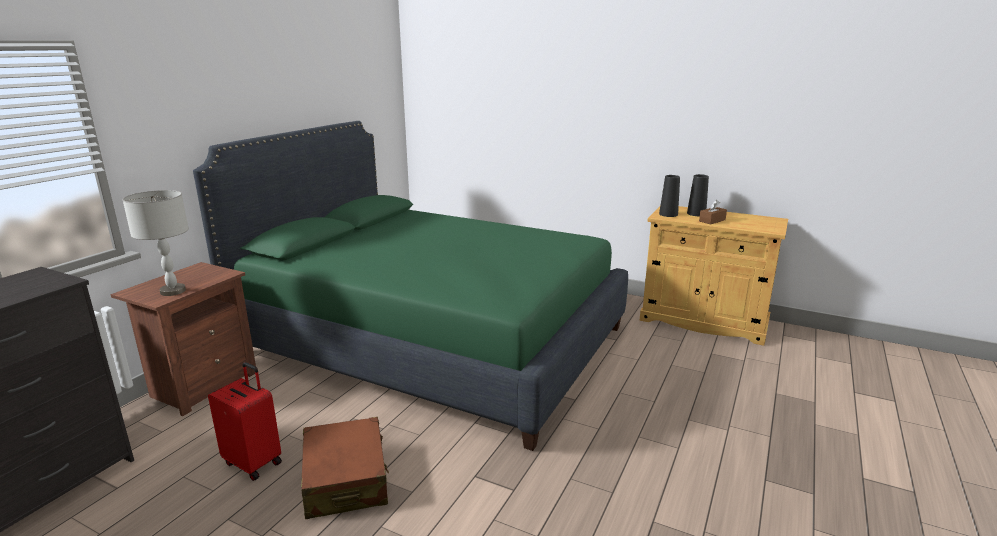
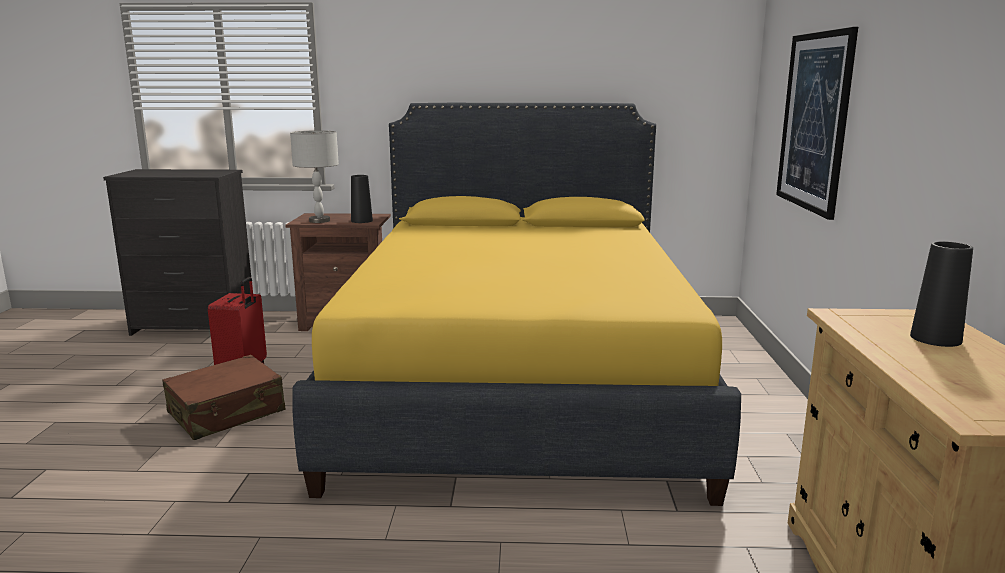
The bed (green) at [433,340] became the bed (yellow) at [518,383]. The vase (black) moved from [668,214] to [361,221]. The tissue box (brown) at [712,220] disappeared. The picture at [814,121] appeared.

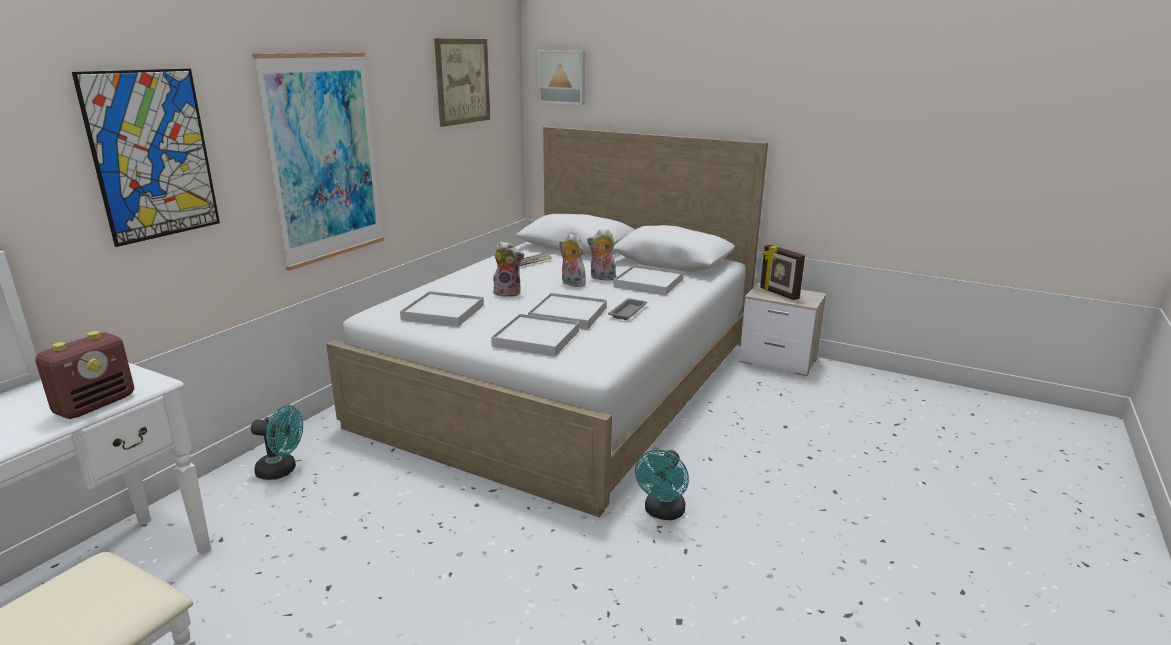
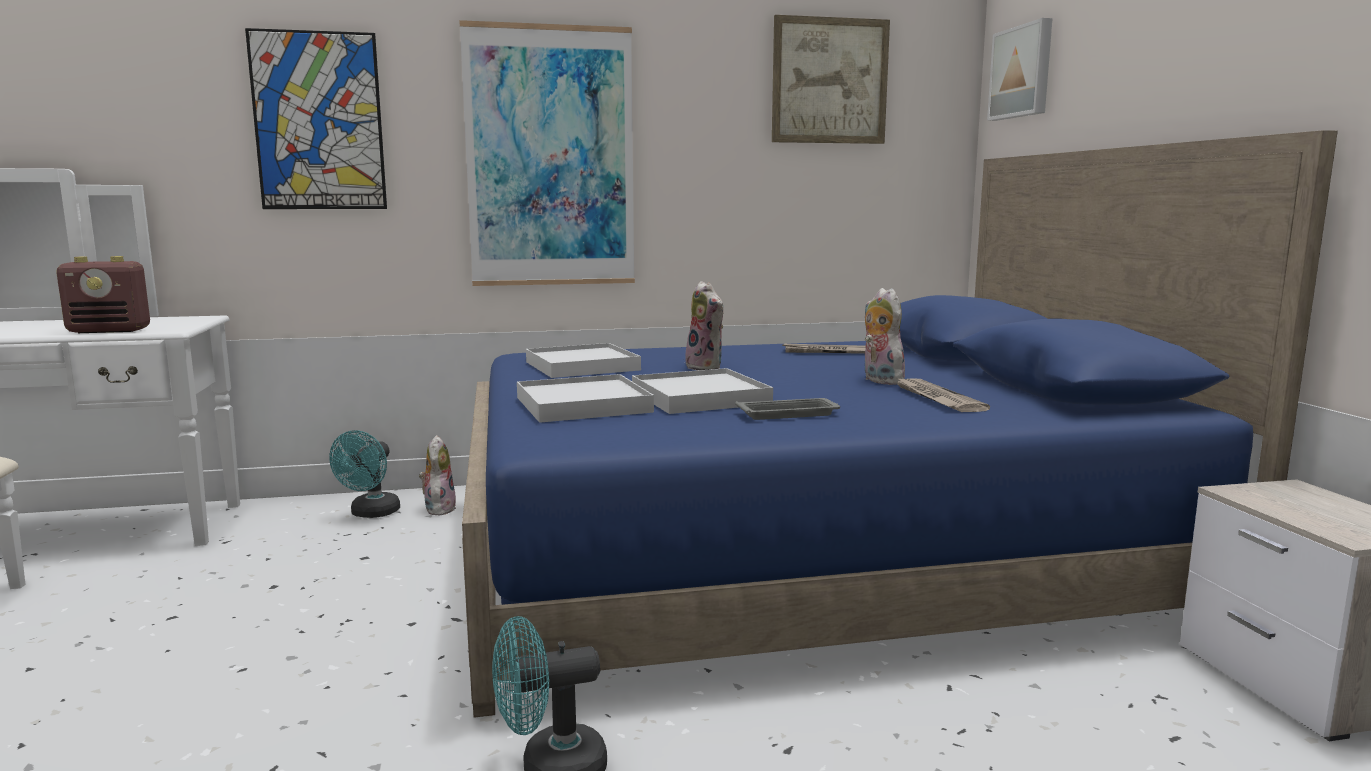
The bed (white) at [569,381] became the bed (blue) at [804,554]. The plush toy moved from [571,284] to [438,508]. The picture frame at [778,294] disappeared. The tray (white) at [648,283] was replaced by the newspaper at [936,398]. The fan (turquoise) at [282,470] turned 45 degrees clockwise.

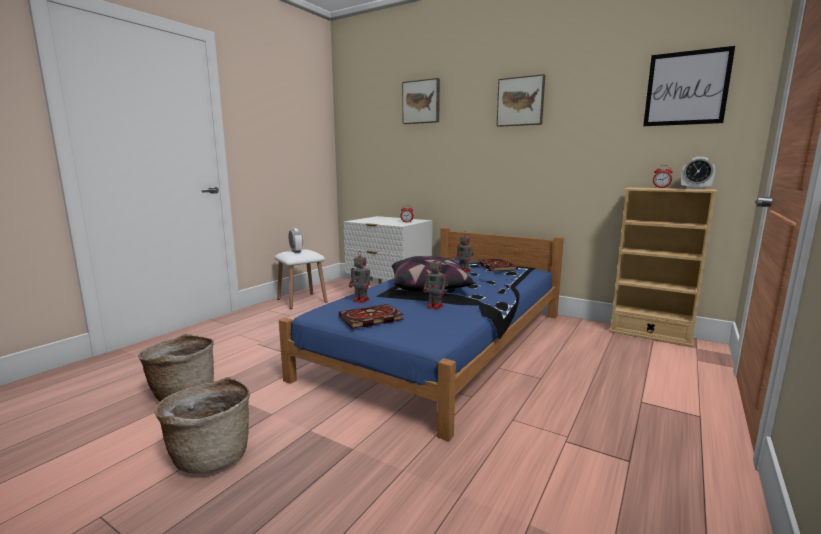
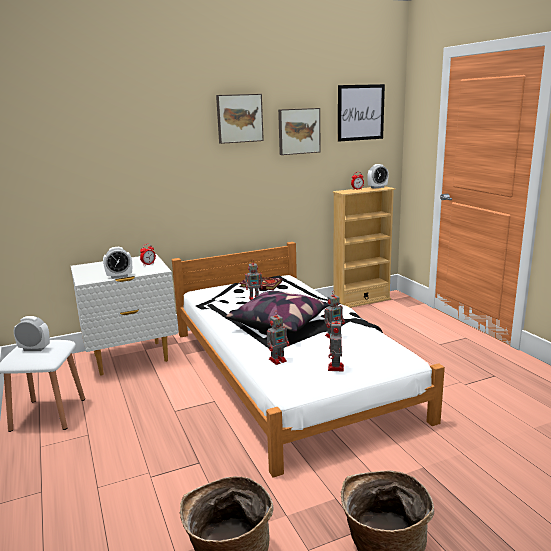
The picture moved from [421,102] to [298,131]. The bed (blue) at [444,343] became the bed (white) at [286,371]. The book at [370,319] was replaced by the toy robot at [335,368]. The alarm clock at [119,276] appeared.

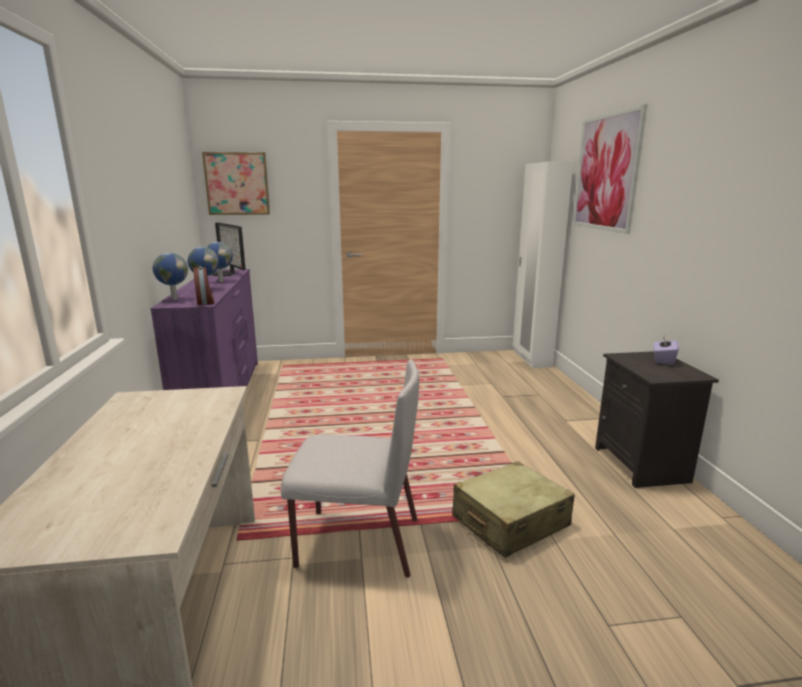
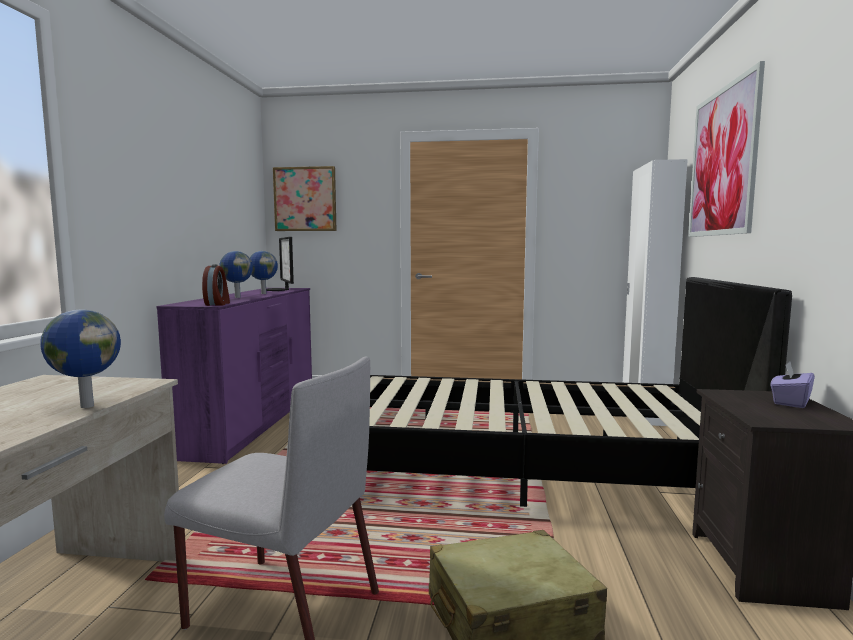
The globe moved from [174,299] to [86,406]. The bed (black) at [518,467] appeared.

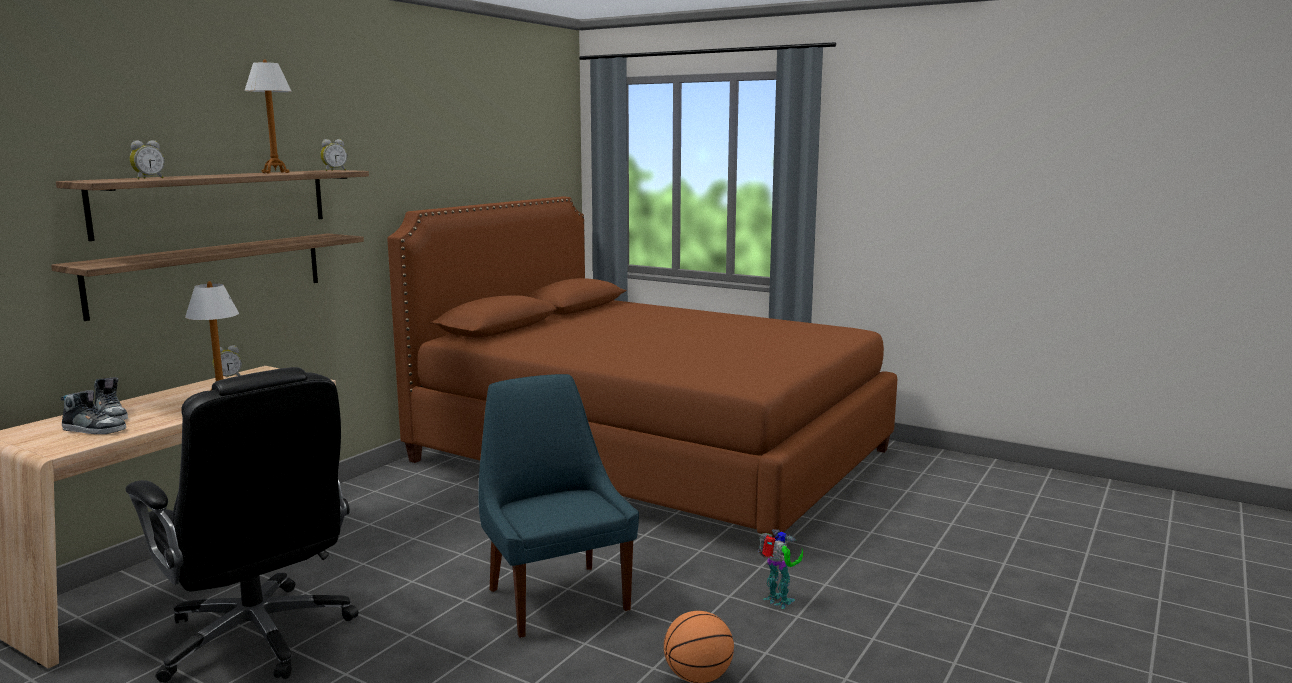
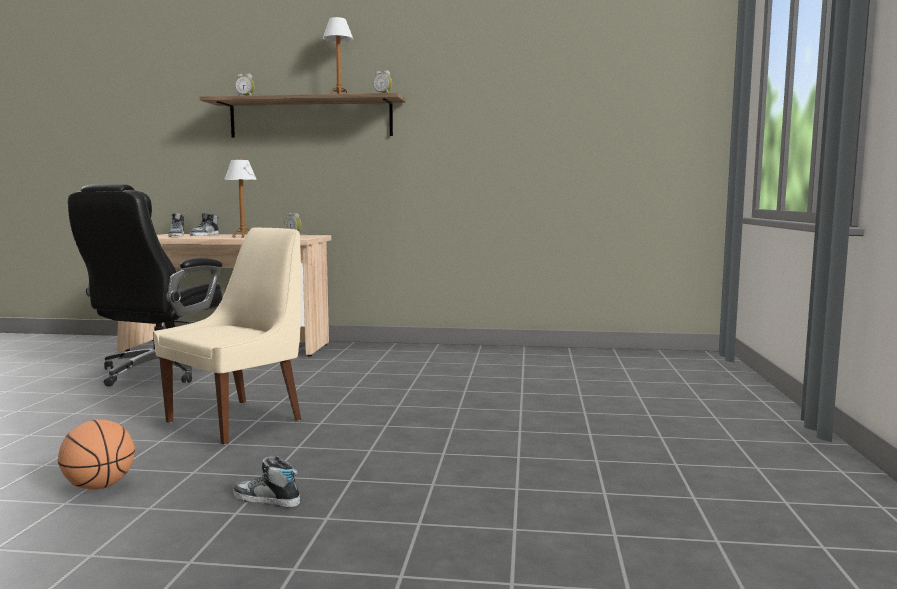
The bed (brown) at [651,456] disappeared. The shelf at [210,273] disappeared. The chair (blue) at [556,597] became the chair (beige) at [239,420]. The toy robot at [778,602] was replaced by the shoe at [266,499].

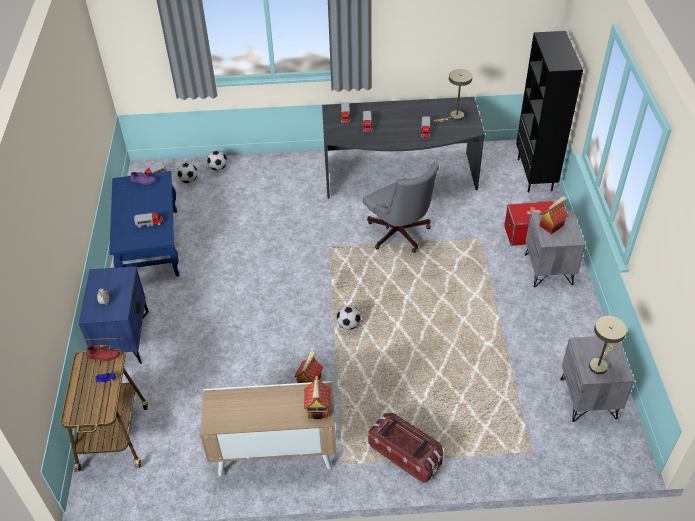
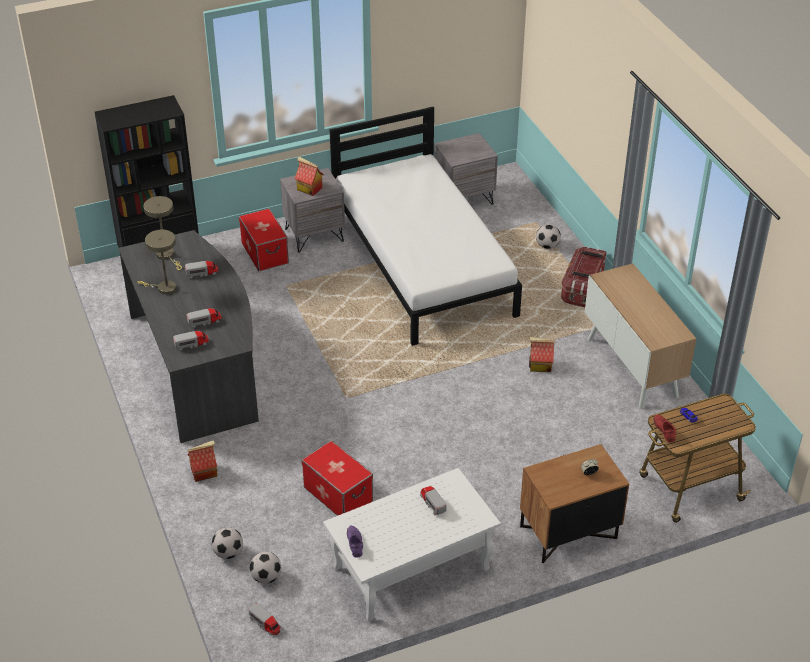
The office chair (grey) at [400,235] disappeared. The coffee table (blue) at [151,245] became the coffee table (white) at [410,569]. The nightstand (blue) at [123,338] became the nightstand (brown) at [568,533]. The football moved from [349,325] to [547,246]. The table lamp (beige) moved from [599,364] to [163,288]. The toy house moved from [318,409] to [204,471]. The bed (white) at [422,264] appeared. The storage box at [338,494] appeared.

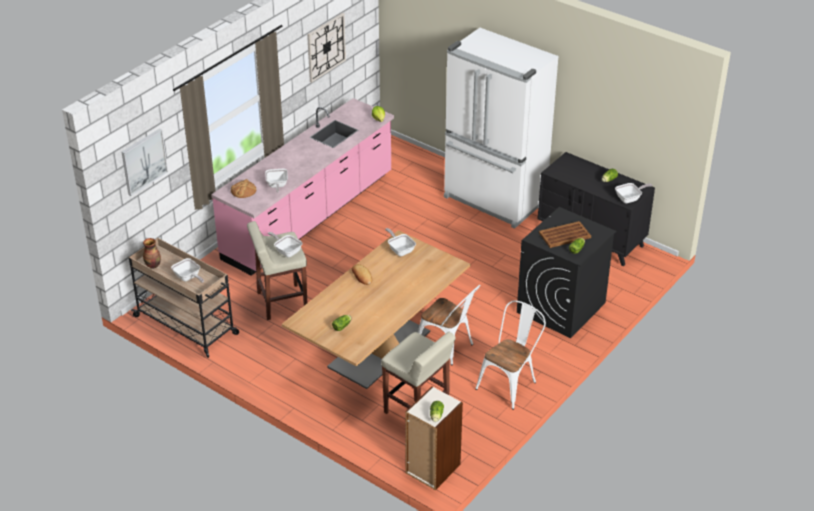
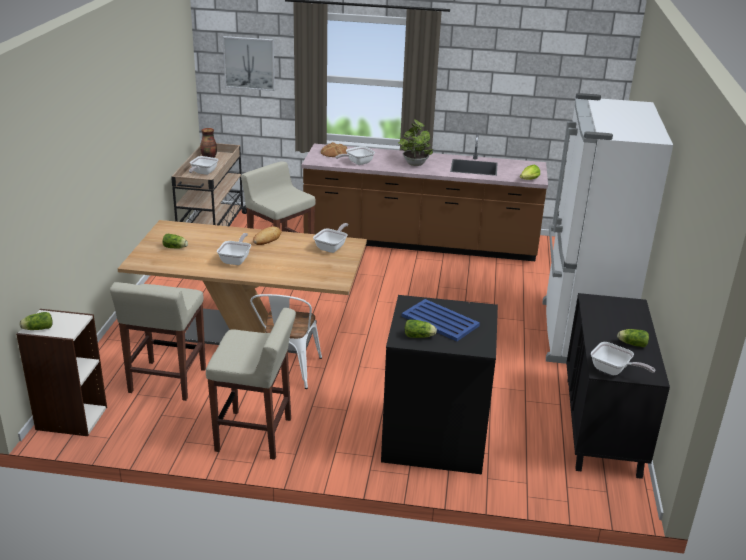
The wall clock at [326,47] disappeared. The counter (pink) at [310,217] became the counter (brown) at [420,243]. The tray (brown) at [565,235] became the tray (blue) at [440,321]. The frying pan moved from [286,251] to [236,259]. The chair (white) at [510,383] was replaced by the stool (beige) at [255,435]. The potted plant at [415,163] appeared.

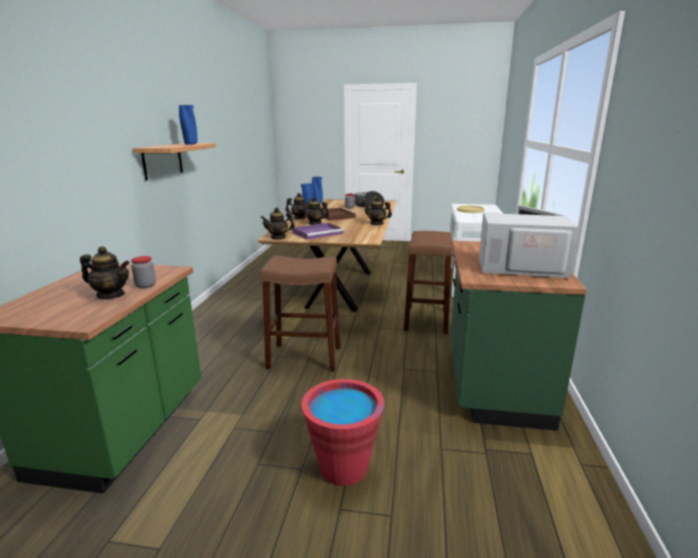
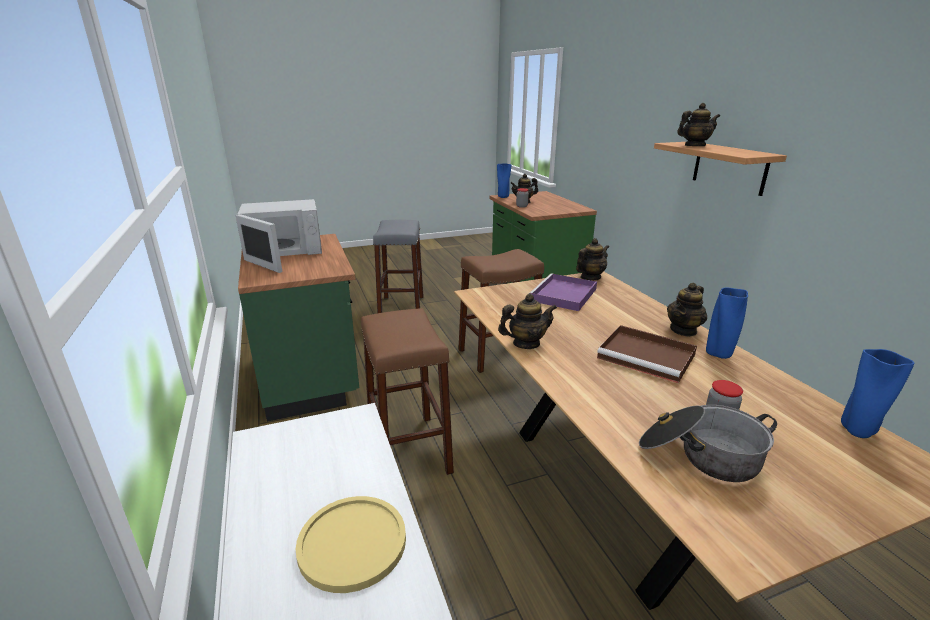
The vase (blue) moved from [190,144] to [503,197]. The teapot moved from [315,223] to [694,146]. The bucket (red) at [344,467] was replaced by the stool (grey) at [401,308].

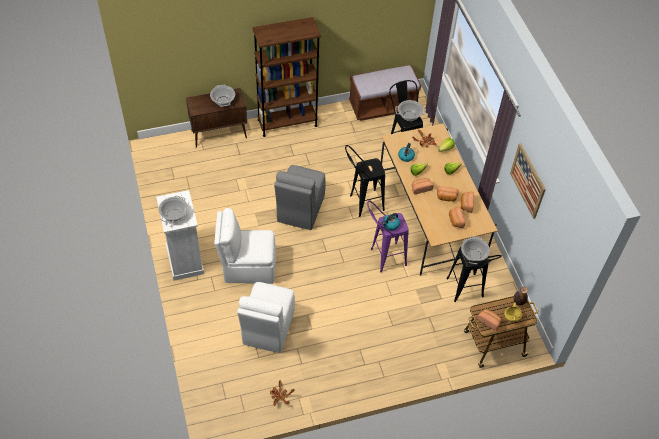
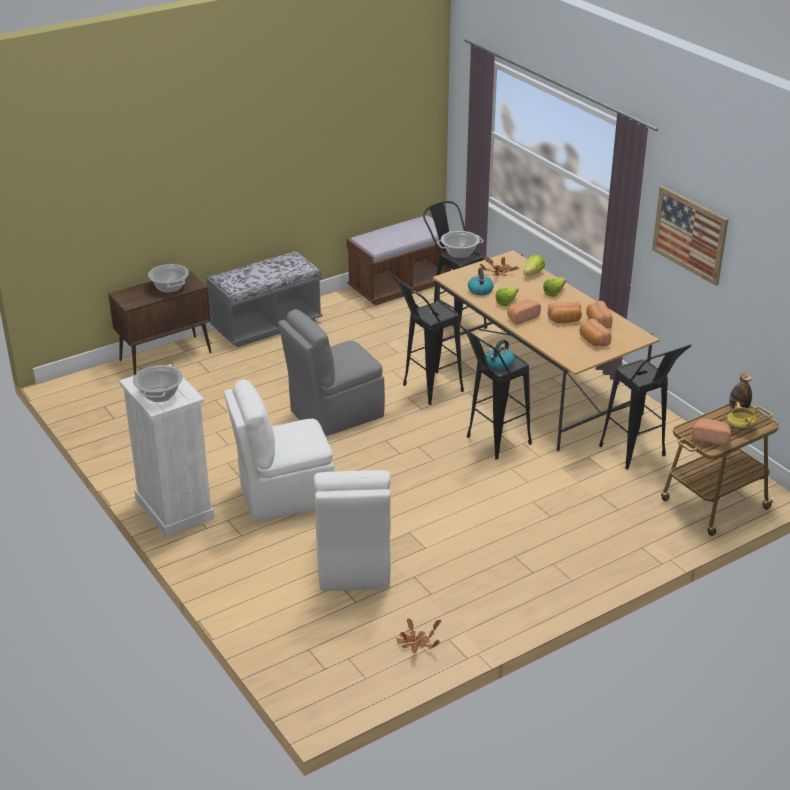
The bookcase (brown) at [287,122] was replaced by the bench (grey) at [267,326]. The chair (grey) at [300,209] turned 60 degrees clockwise. The stool (purple) at [382,258] became the stool (black) at [491,444]. The cooking pot at [473,255] disappeared.

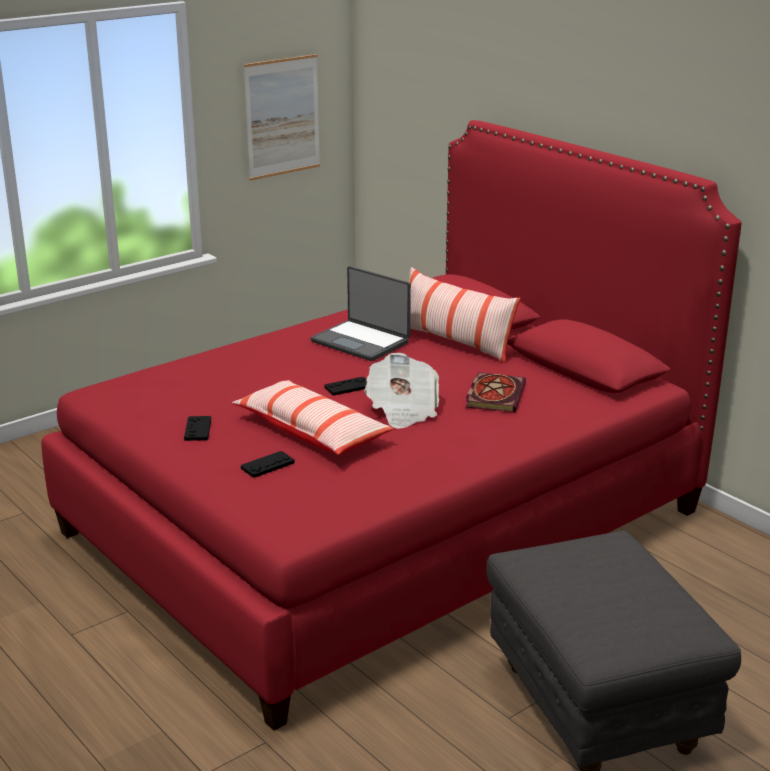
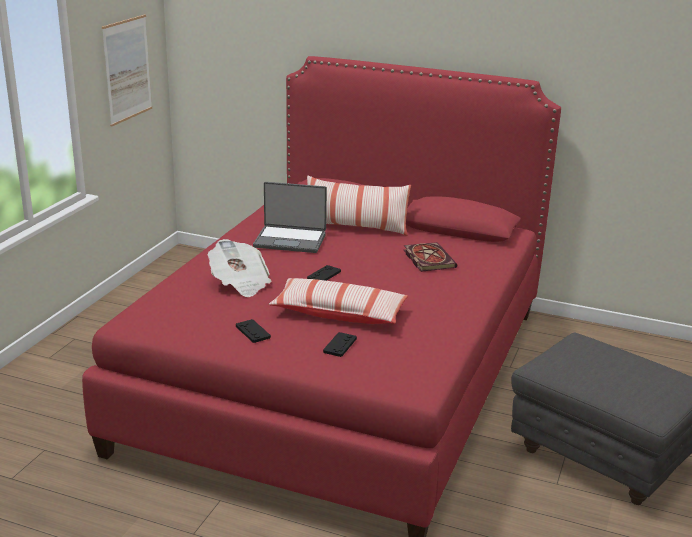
The newspaper moved from [402,410] to [240,283].

